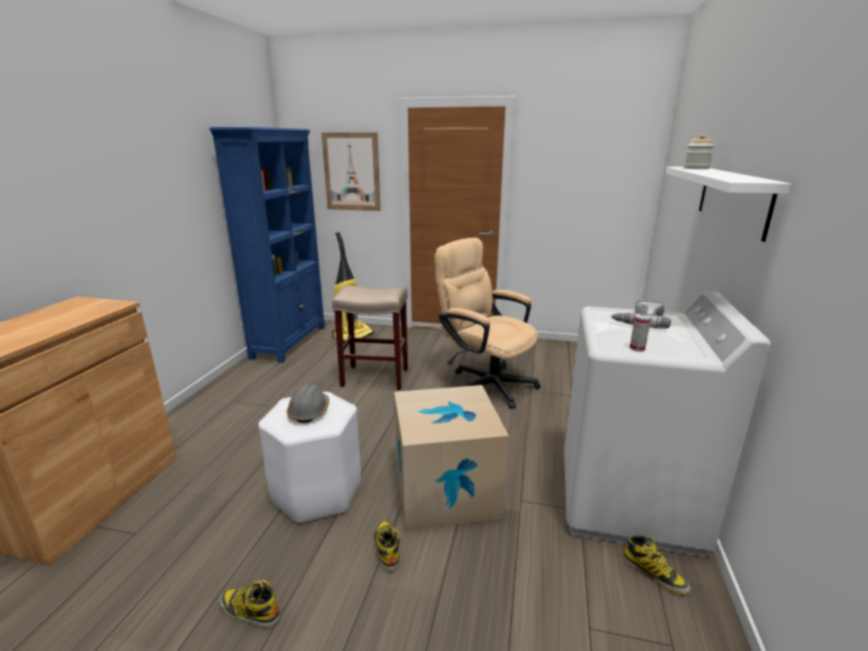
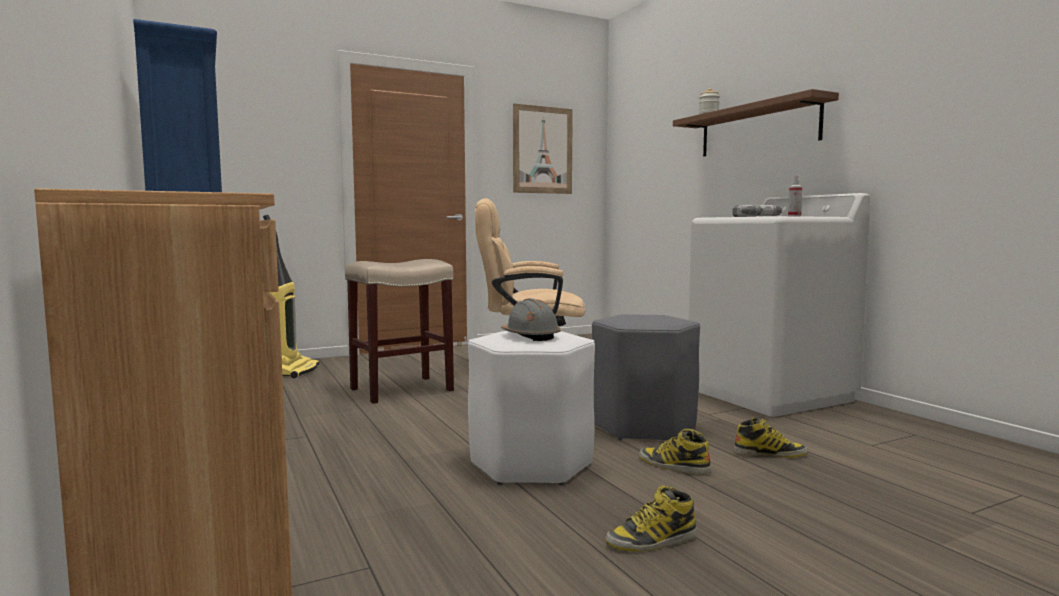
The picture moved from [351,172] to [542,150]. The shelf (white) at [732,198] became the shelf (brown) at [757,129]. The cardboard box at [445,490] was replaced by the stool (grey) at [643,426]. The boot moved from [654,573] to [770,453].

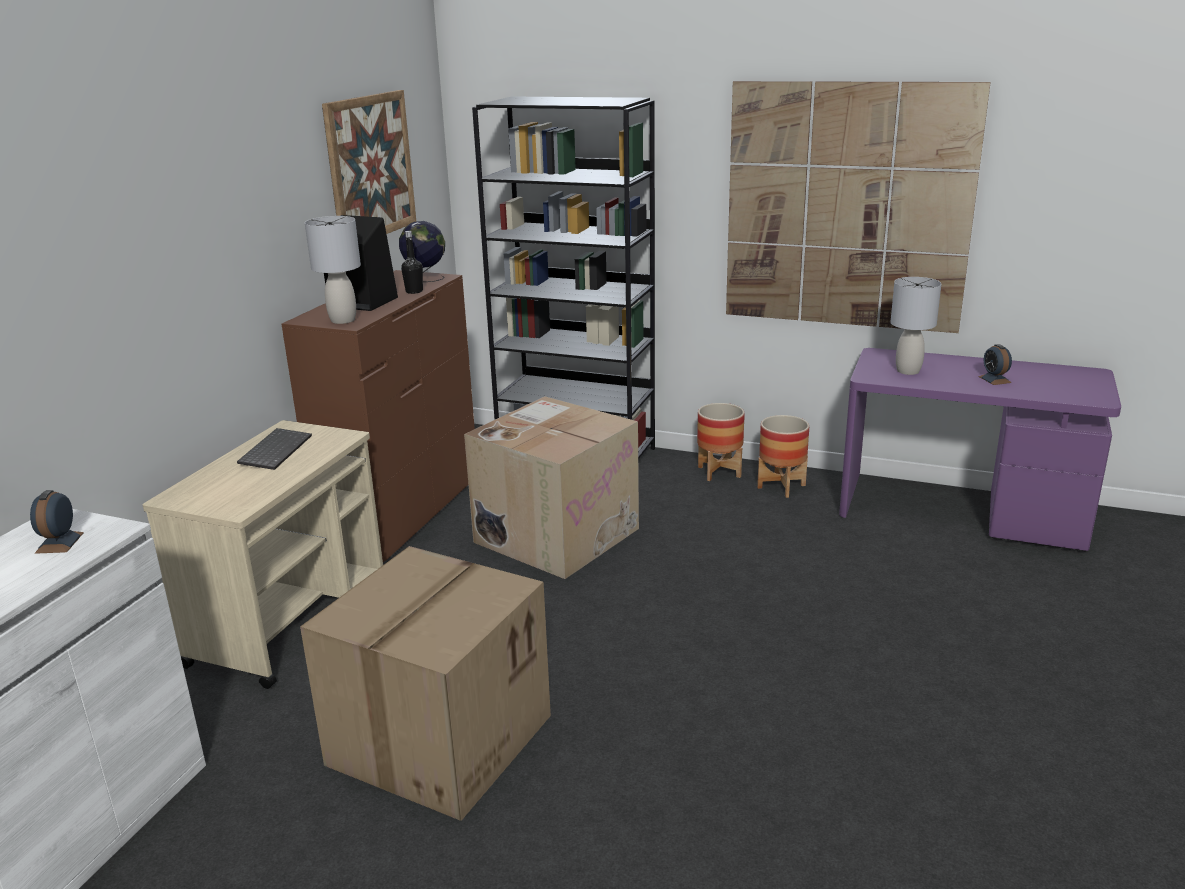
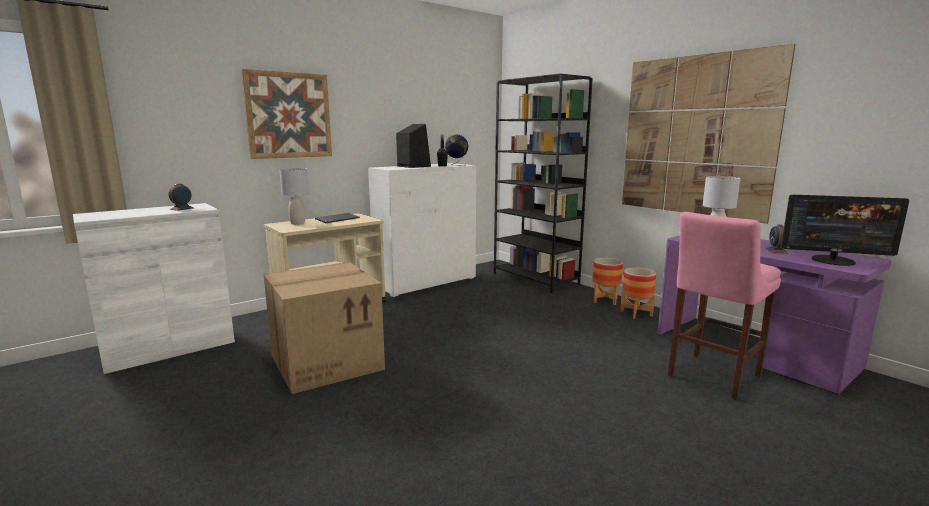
The picture moved from [370,167] to [289,115]. The table lamp (grey) moved from [342,320] to [297,223]. The dresser (brown) at [403,512] became the dresser (white) at [426,282]. The cardboard box at [556,534] disappeared. The monitor at [833,260] appeared. The stool (pink) at [711,377] appeared.

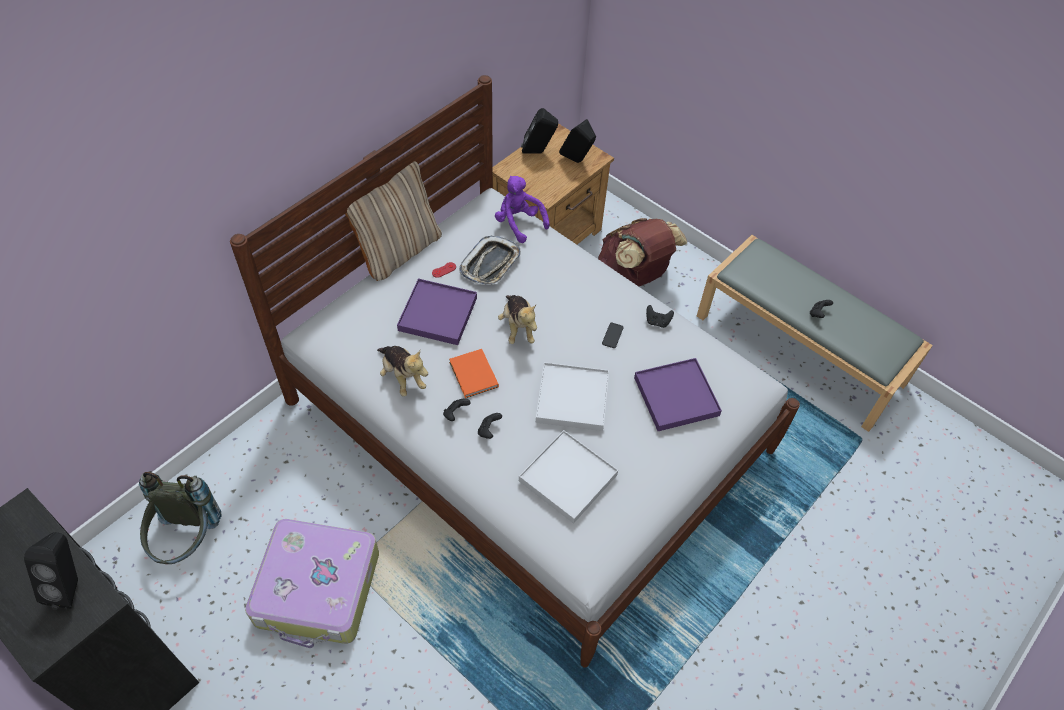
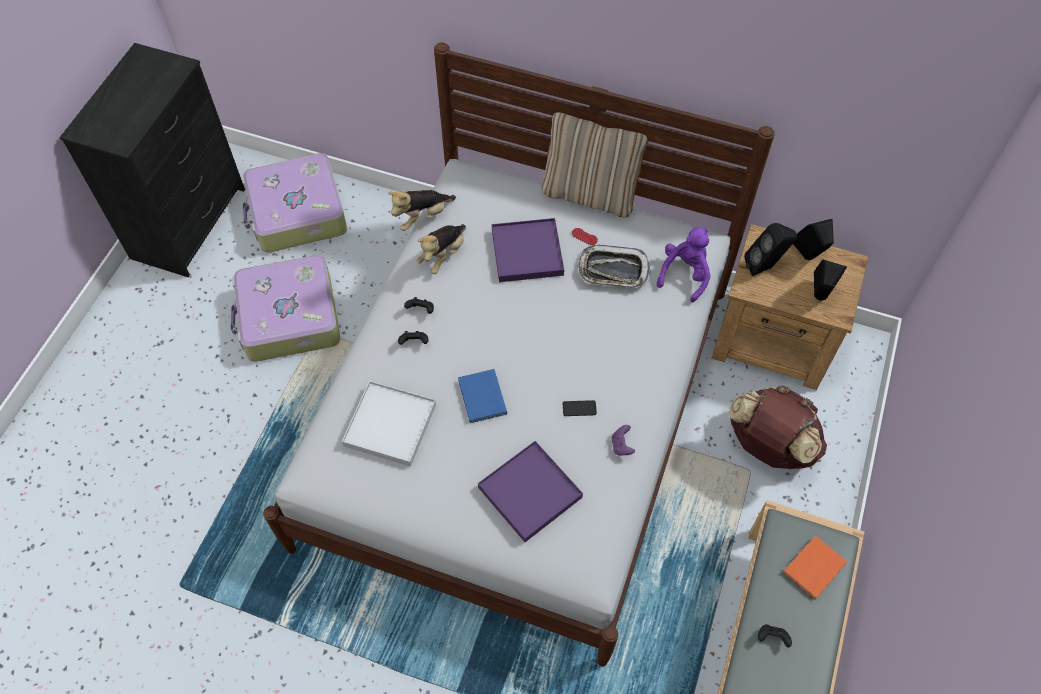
The plush toy moved from [518,327] to [422,217]. The game controller (black) at [657,322] became the game controller (purple) at [621,446]. The book (orange) moved from [473,376] to [812,568]. The tray (white) at [572,399] was replaced by the book (blue) at [482,398]. The backpack (grey) at [187,541] was replaced by the suitcase at [297,213]. The speaker (black) moved from [71,585] to [765,267].

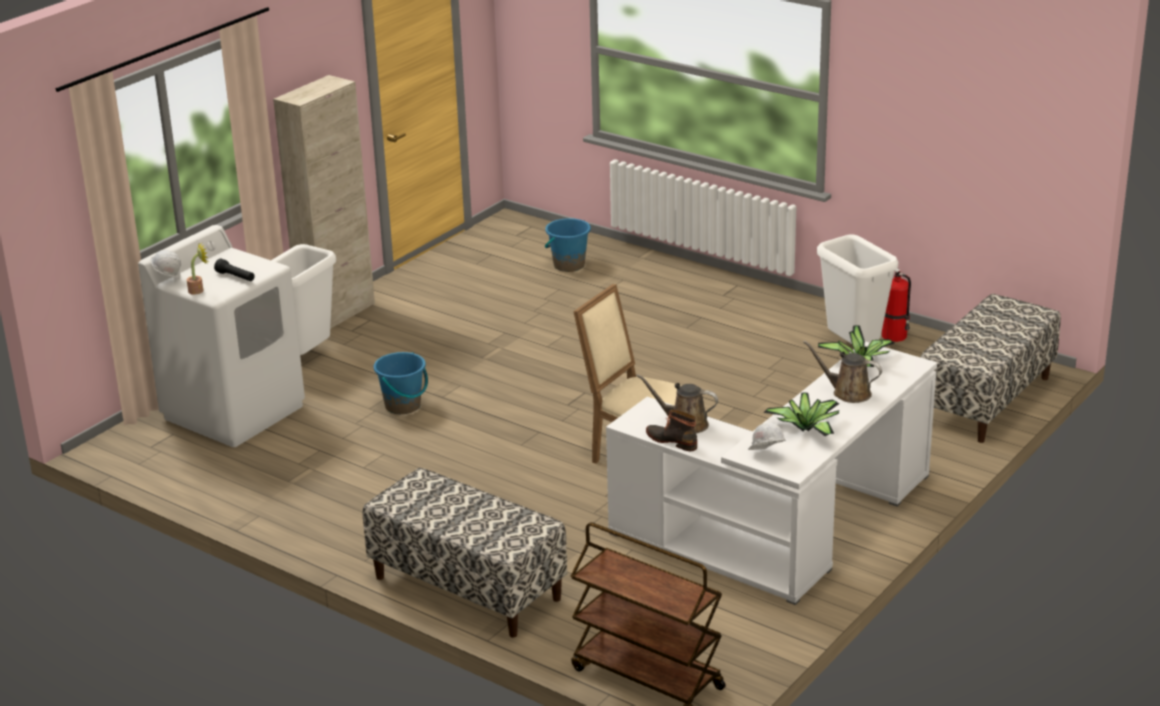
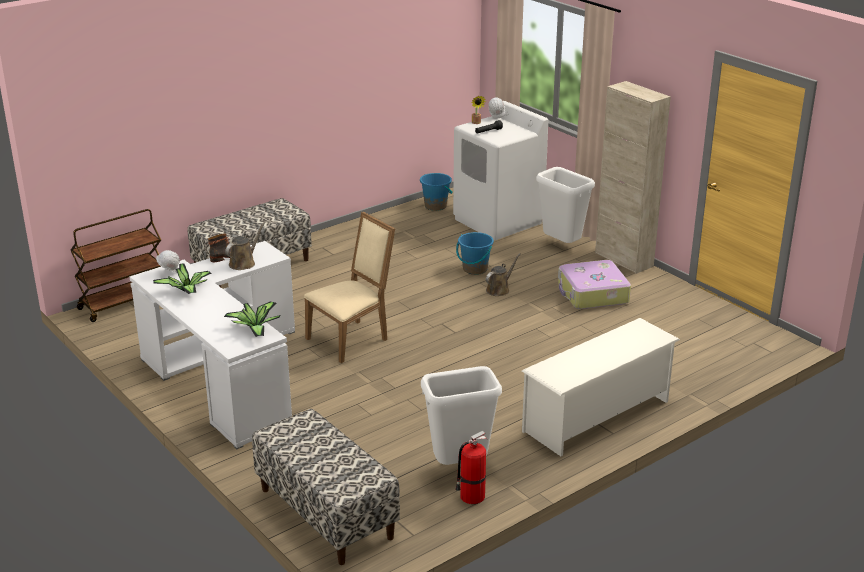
The bucket (blue) moved from [568,265] to [435,206]. The watering can (brown) moved from [848,393] to [499,290]. The suitcase at [592,294] appeared. The shoe rack (white) at [597,416] appeared.

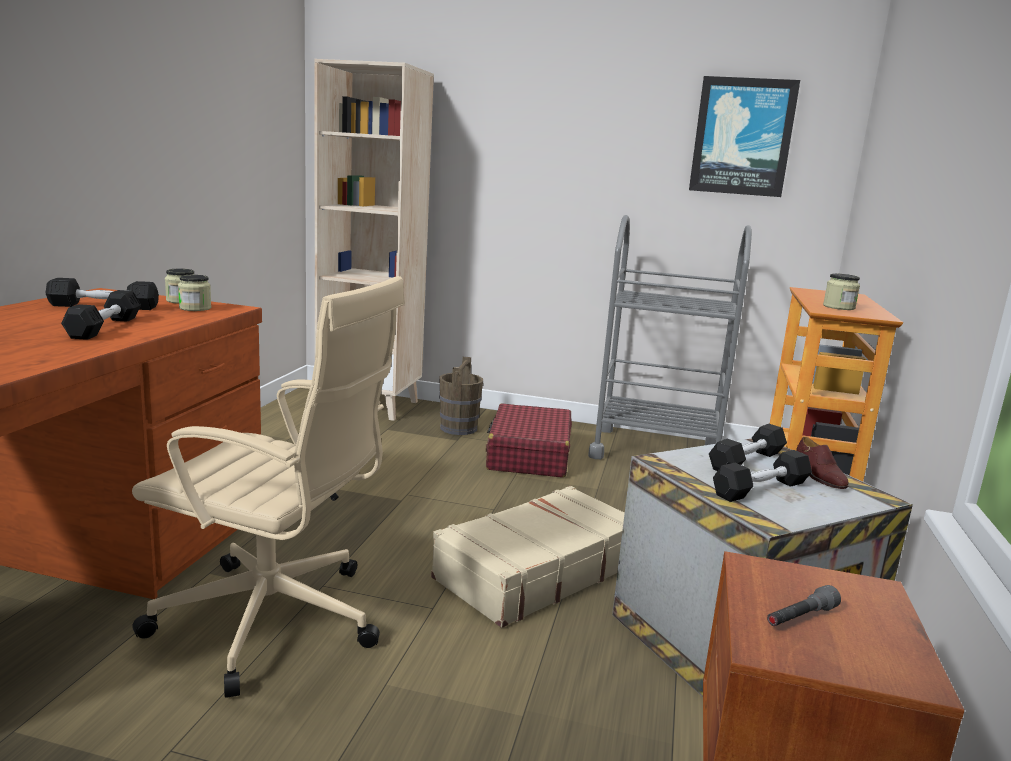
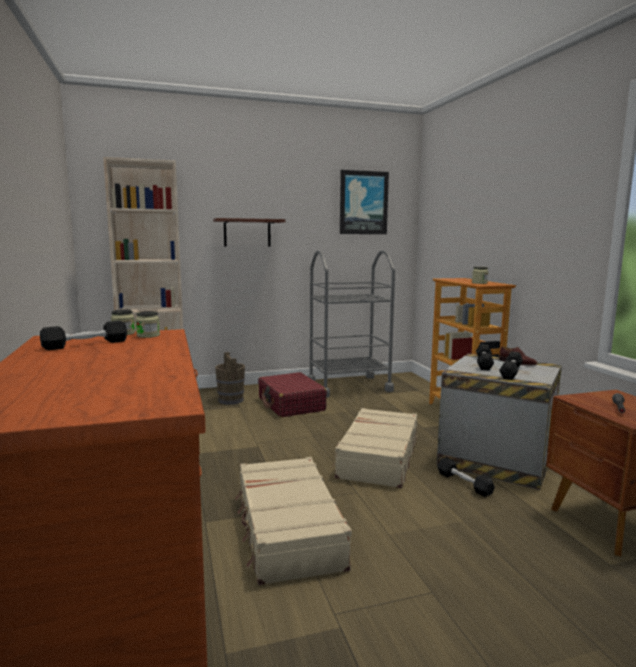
The office chair (beige) at [275,622] was replaced by the suitcase (beige) at [287,530]. The dumbbell (black) moved from [104,327] to [464,483]. The shelf at [247,232] appeared.

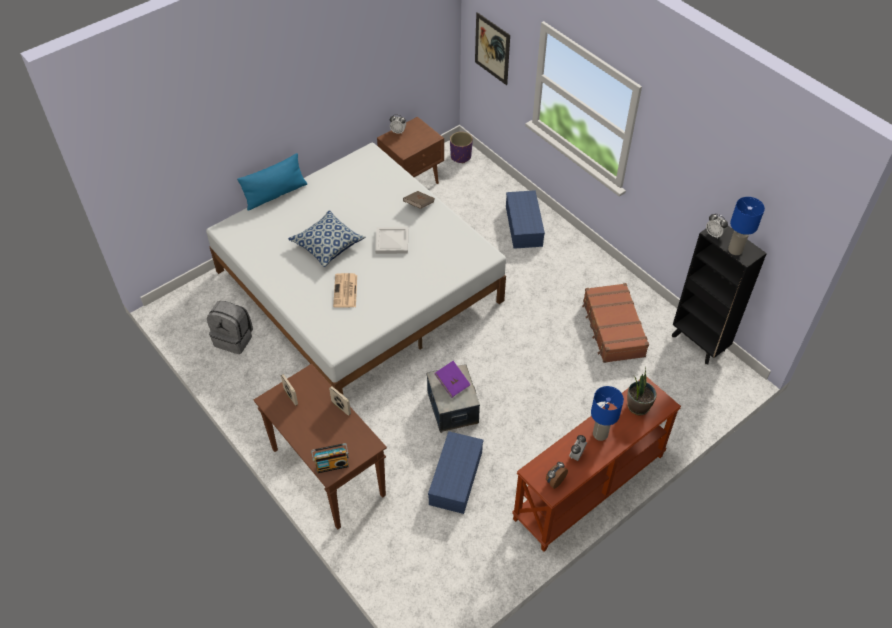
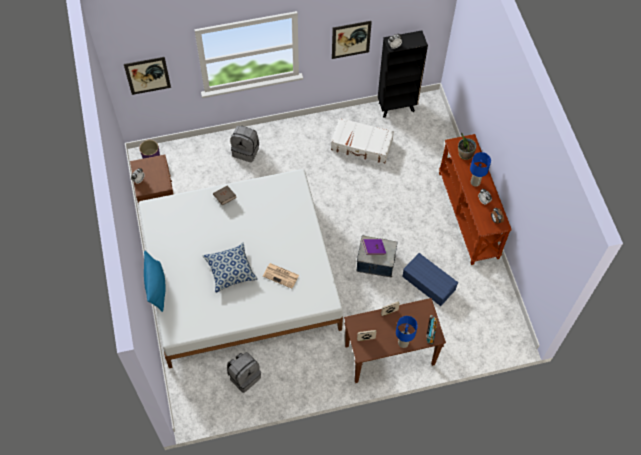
The storage box (blue) at [524,226] was replaced by the backpack (grey) at [246,151]. The table lamp (blue) moved from [734,250] to [403,343]. The tray (white) at [391,241] disappeared. The suitcase (brown) at [612,329] became the suitcase (white) at [362,145]. The picture at [351,39] appeared.

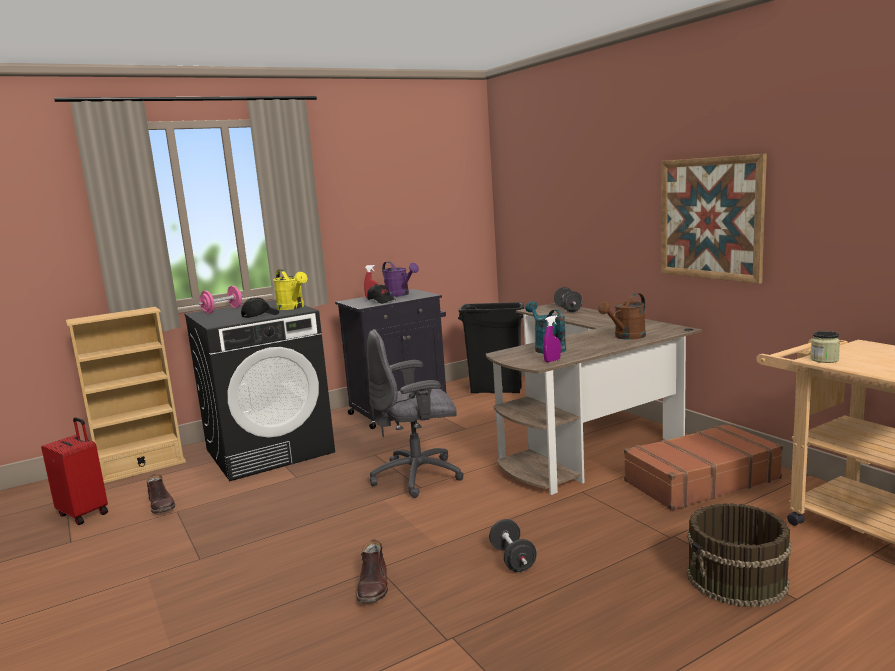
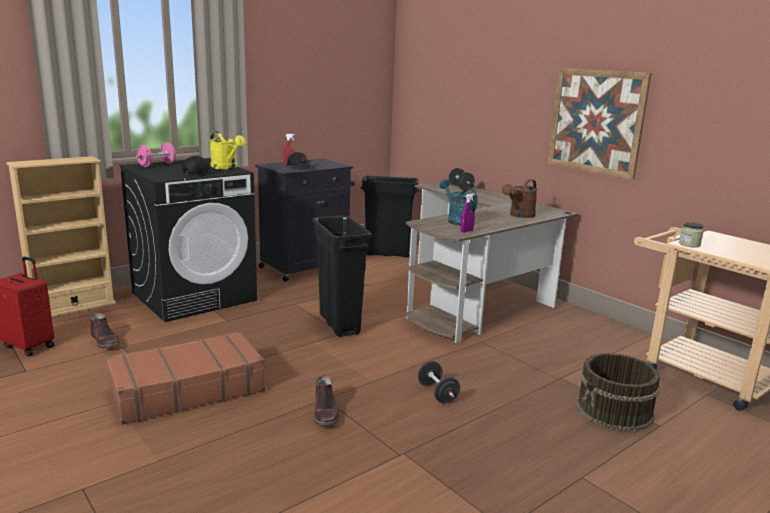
The watering can (purple) at [400,294] disappeared. The office chair (grey) at [419,476] was replaced by the trash can (black) at [339,324]. The suitcase (brown) moved from [700,480] to [187,389].

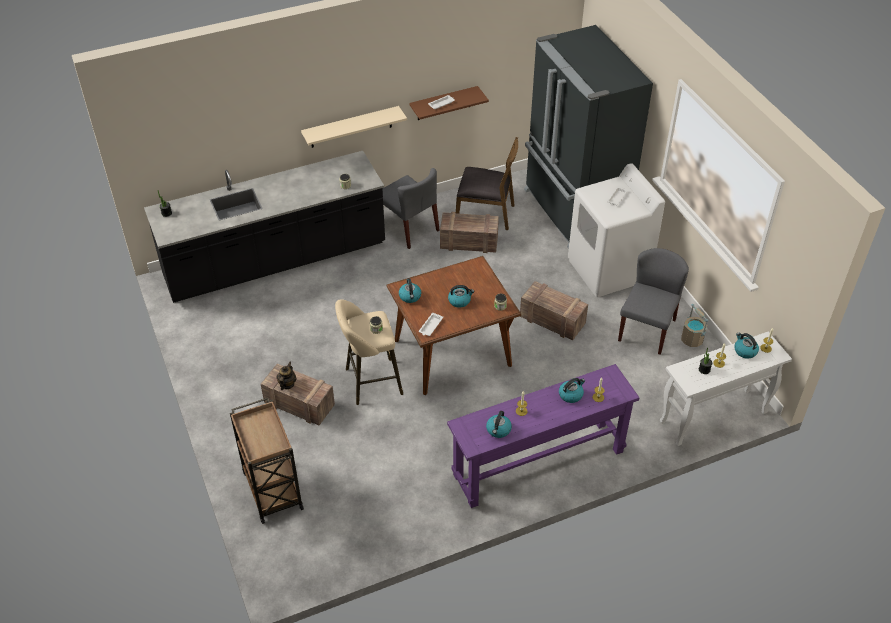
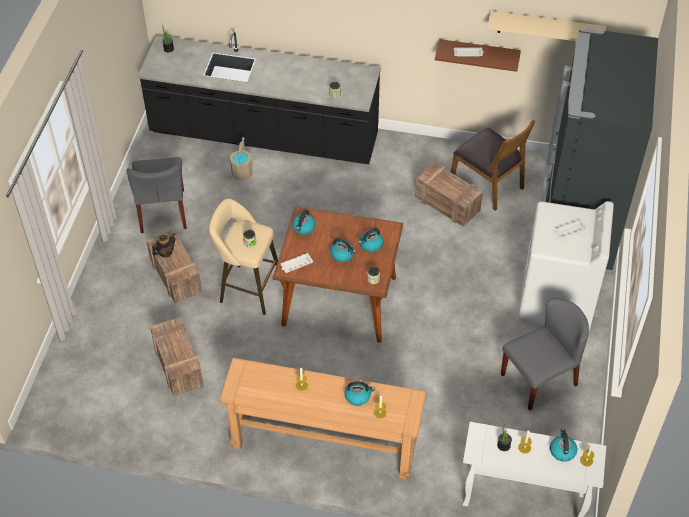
The shelf (beige) moved from [351,127] to [546,28]. The chair (grey) moved from [409,228] to [163,211]. The crate moved from [551,320] to [178,364]. The bucket (beige) moved from [692,339] to [242,173]. The console table (purple) at [538,463] became the console table (brown) at [324,444]. The cart (brown) at [272,489] disappeared. The kettle moved from [498,430] to [370,245].

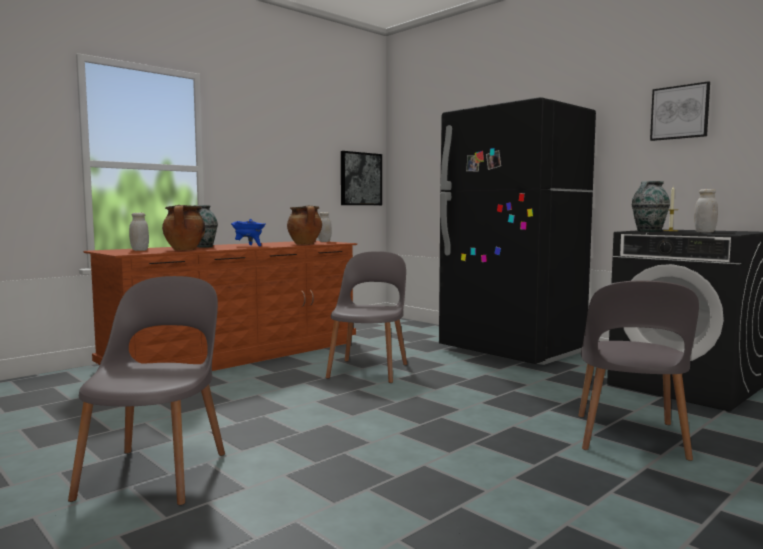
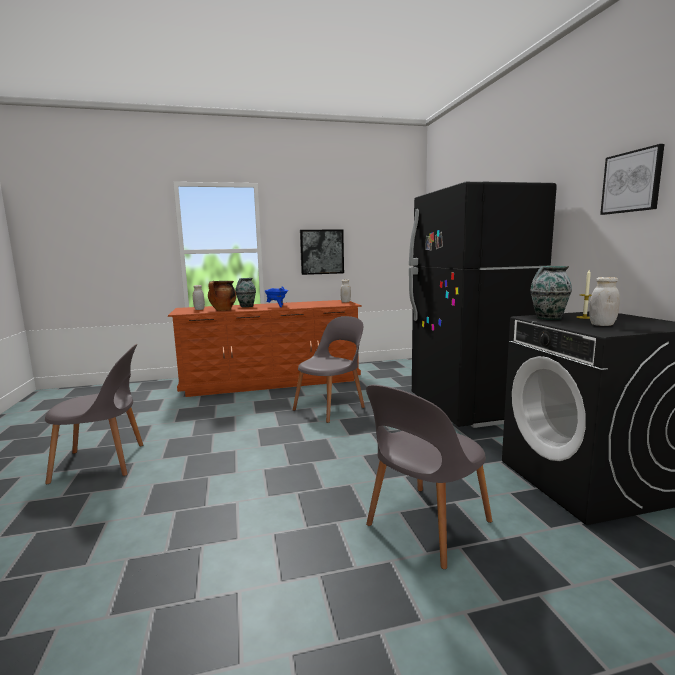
The picture moved from [360,179] to [322,252]. The cooking pot at [305,244] disappeared. The chair (grey) at [156,472] turned 45 degrees clockwise.

